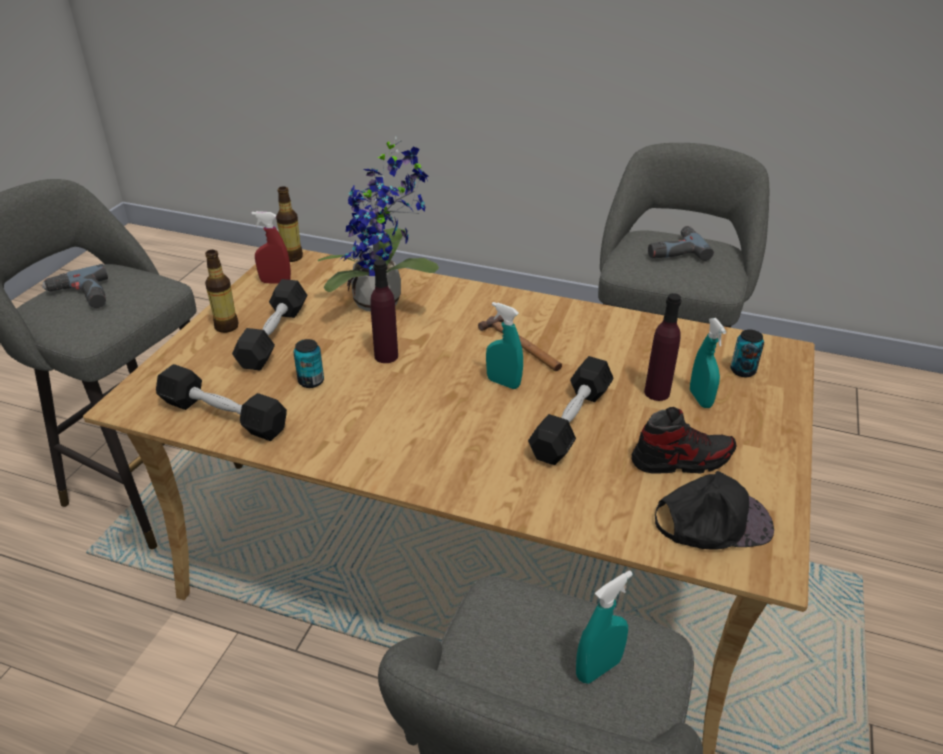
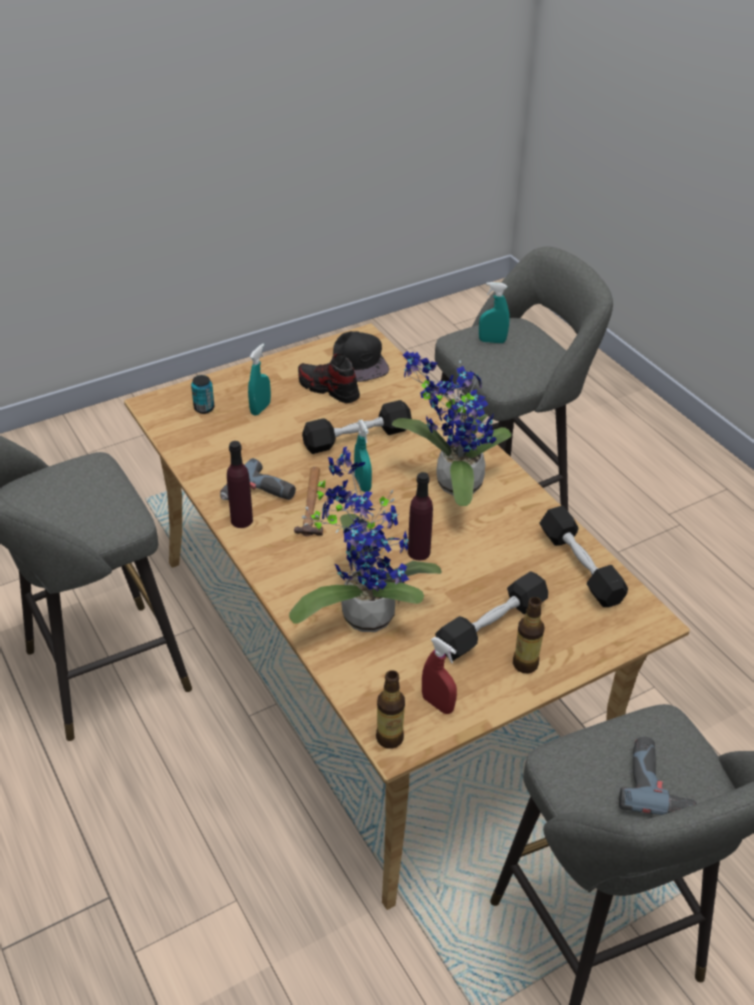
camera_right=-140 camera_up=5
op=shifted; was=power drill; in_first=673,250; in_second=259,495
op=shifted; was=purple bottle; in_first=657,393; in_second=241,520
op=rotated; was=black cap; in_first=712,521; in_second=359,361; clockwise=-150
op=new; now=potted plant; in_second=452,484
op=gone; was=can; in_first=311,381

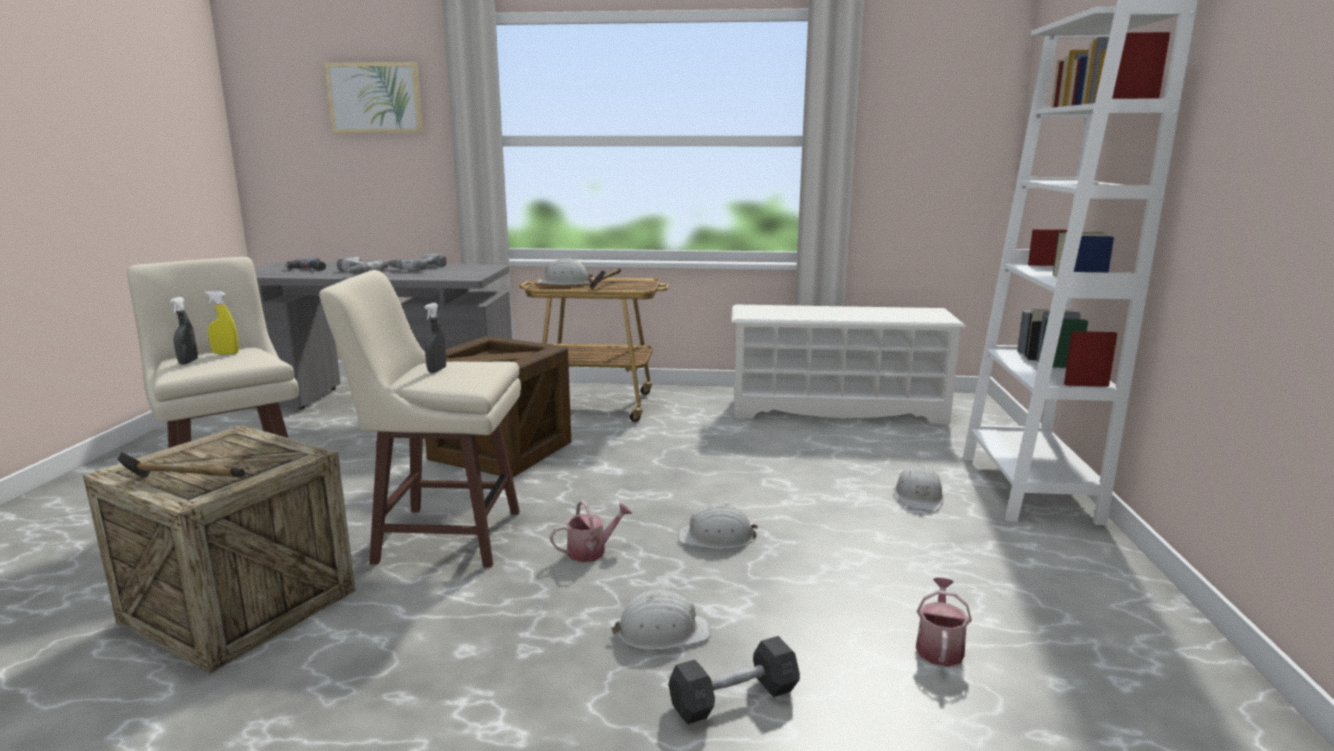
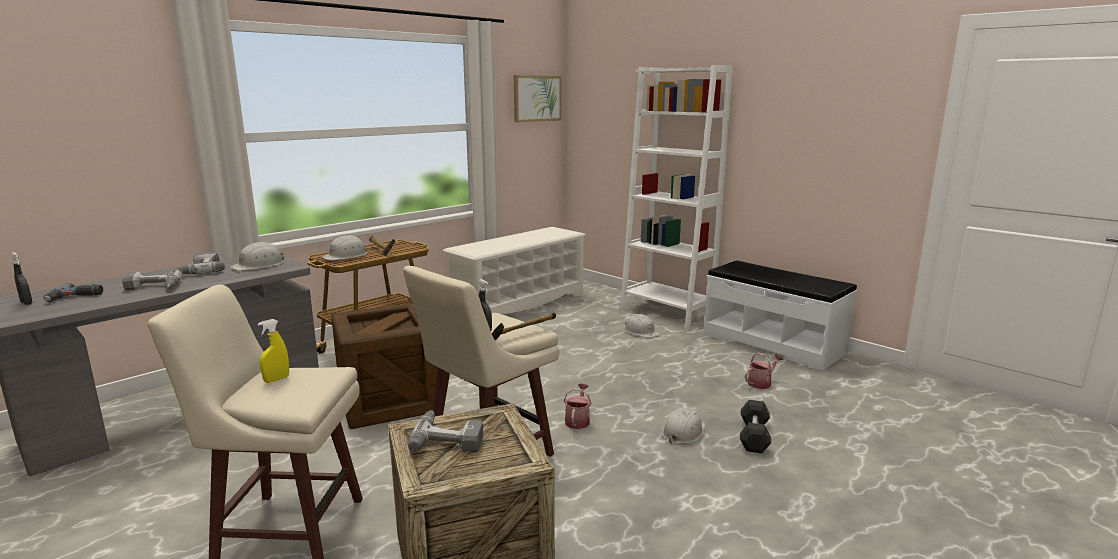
camera_right=-50 camera_up=0
op=shifted; was=grey spray bottle; in_first=188,362; in_second=26,303
op=shifted; was=white hard hat; in_first=716,537; in_second=259,265
op=new; now=power drill; in_second=449,437
op=shifted; was=hammer; in_first=184,482; in_second=523,333
op=shifted; was=picture; in_first=375,98; in_second=537,98
op=new; now=white bench; in_second=773,343
op=rotated; was=watering can; in_first=939,647; in_second=761,383; clockwise=90

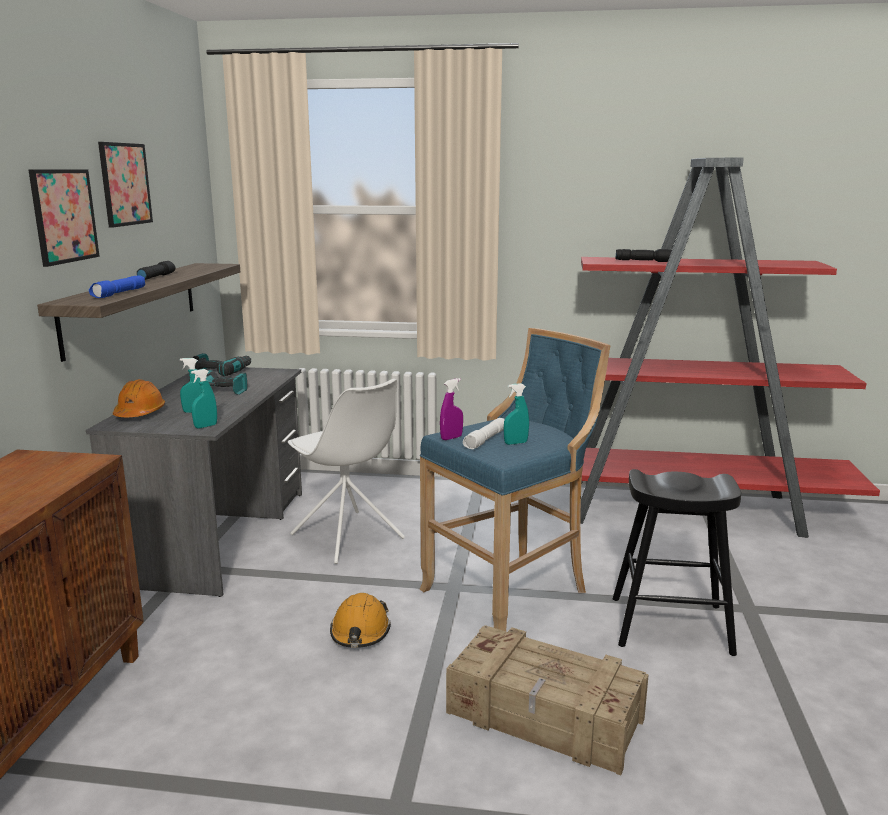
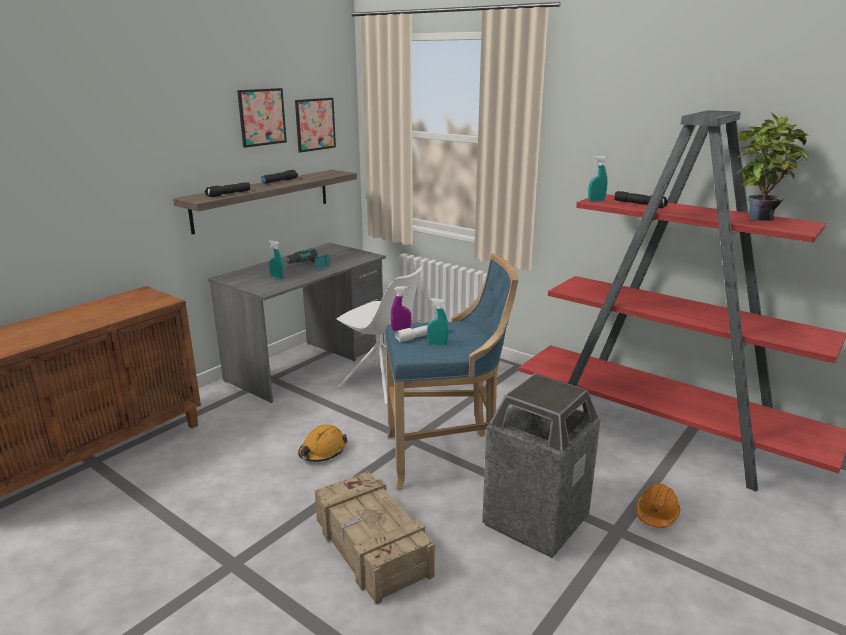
camera_right=30 camera_up=5
op=repainted; was=blue flashlight; now=black flashlight; in_first=120,293; in_second=228,194
op=shifted; was=picture; in_first=64,216; in_second=315,124
op=rotated; was=white chair; in_first=348,537; in_second=381,385; clockwise=-45
op=swapped; was=black stool; now=trash can; in_first=671,625; in_second=535,521
op=shifted; was=turquoise spray bottle; in_first=205,426; in_second=596,201
op=shifted; was=orange hard hat; in_first=139,413; in_second=656,514
op=new; now=potted plant; in_second=757,217
op=gone; was=power drill; in_first=222,371

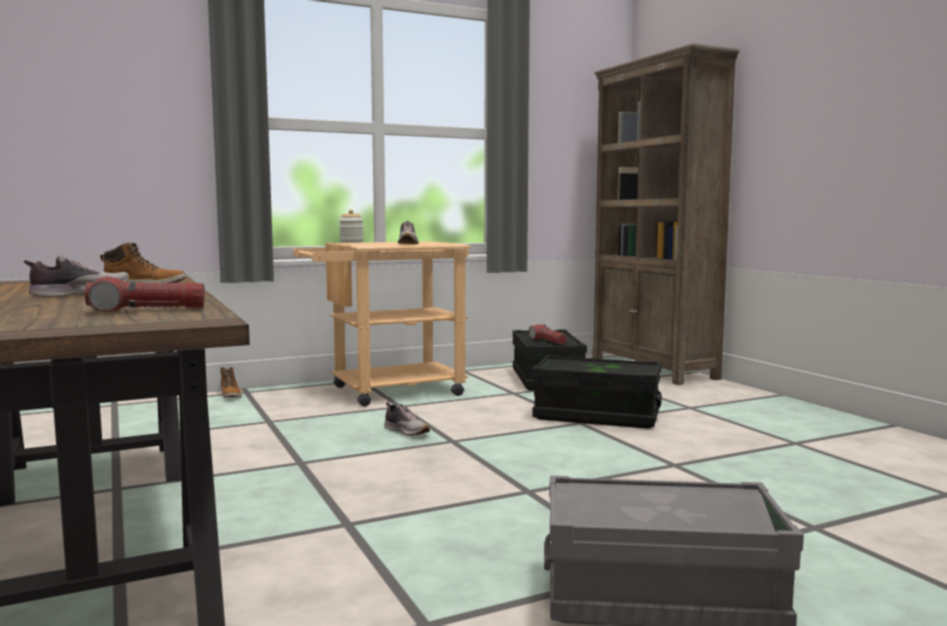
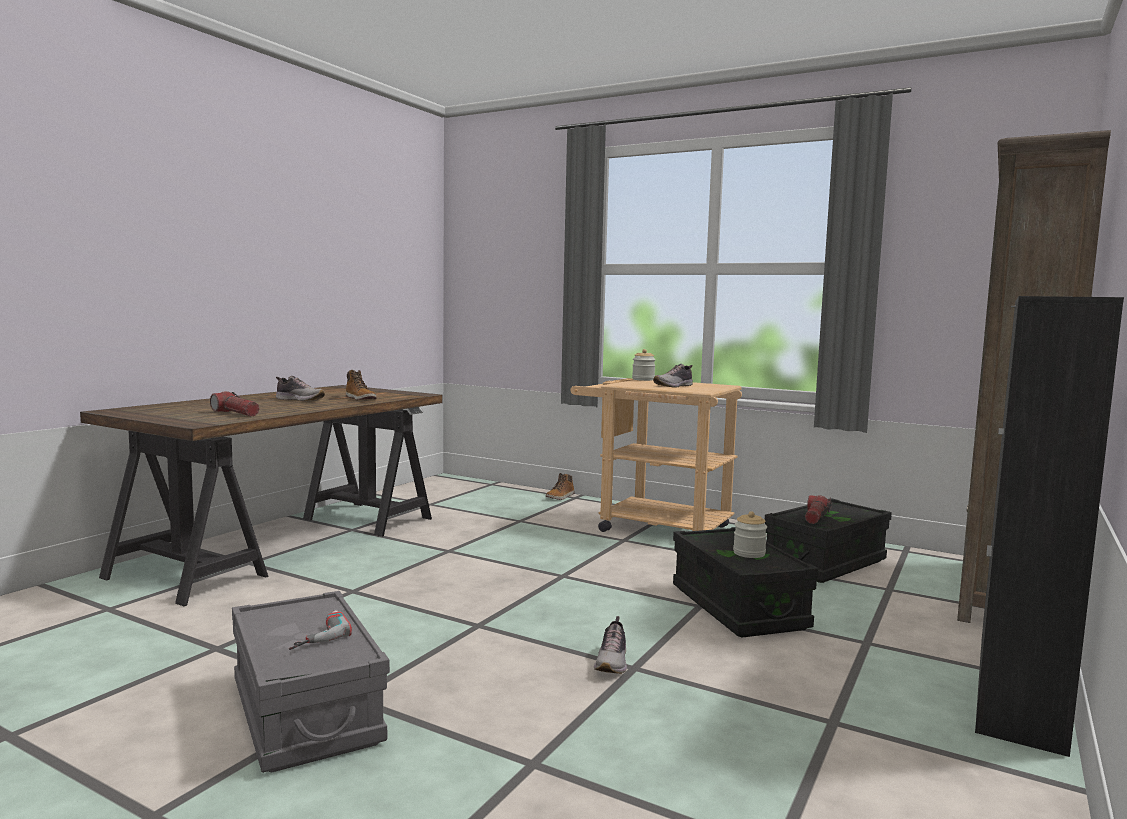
camera_right=55 camera_up=0
op=new; now=power drill; in_second=315,635
op=shifted; was=shoe; in_first=407,431; in_second=612,662
op=new; now=jar; in_second=749,553
op=new; now=black cabinet; in_second=1018,690

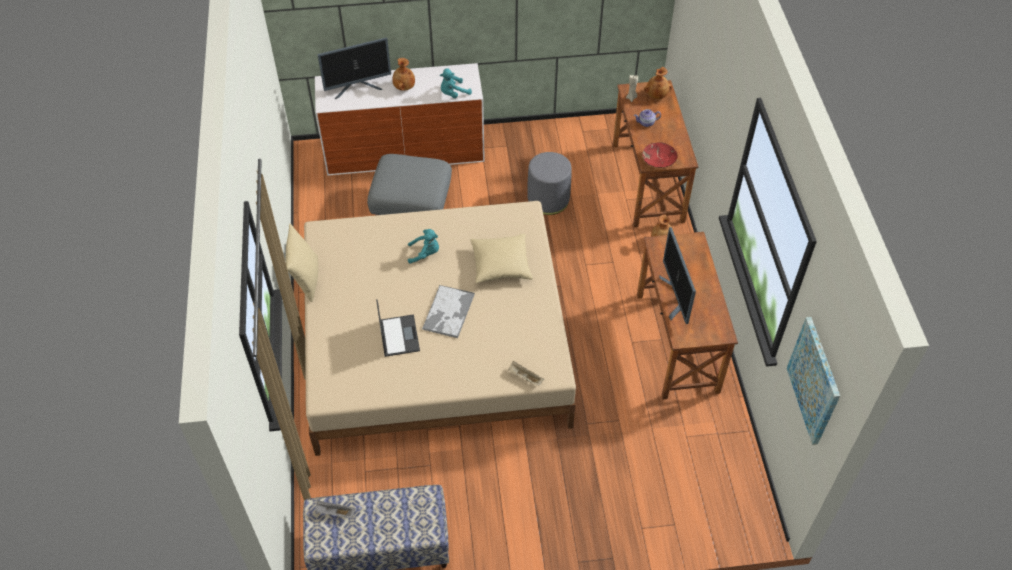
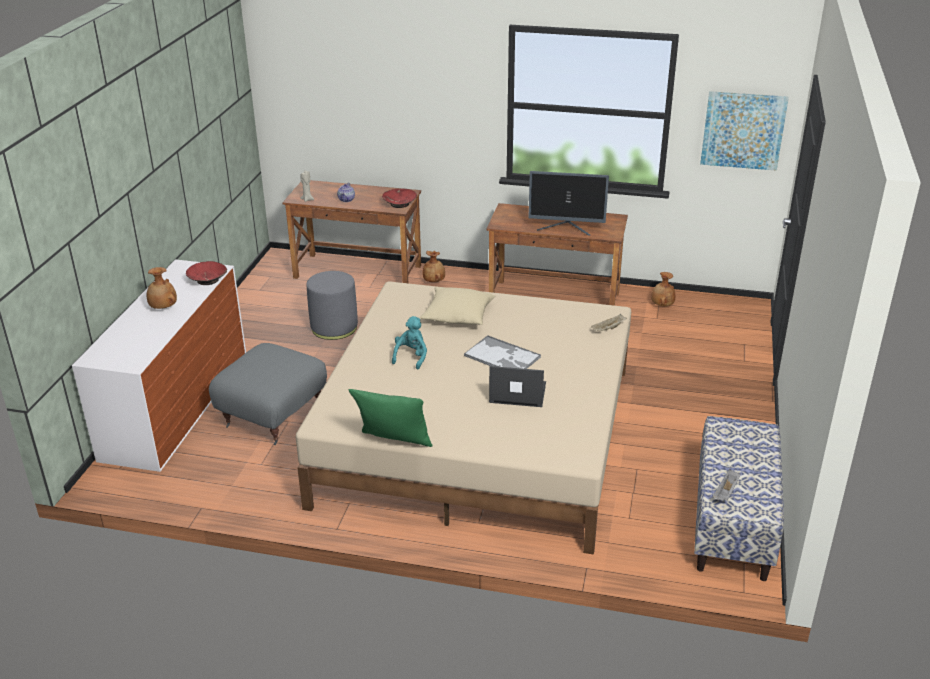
camera_right=-70 camera_up=-20
op=swapped; was=turquoise plush toy; now=red bowl; in_first=453,93; in_second=207,280
op=repainted; was=beige pillow; now=green pillow; in_first=306,279; in_second=393,445
op=shifted; was=brown vase; in_first=656,95; in_second=661,305
op=gone; was=monitor; in_first=358,87

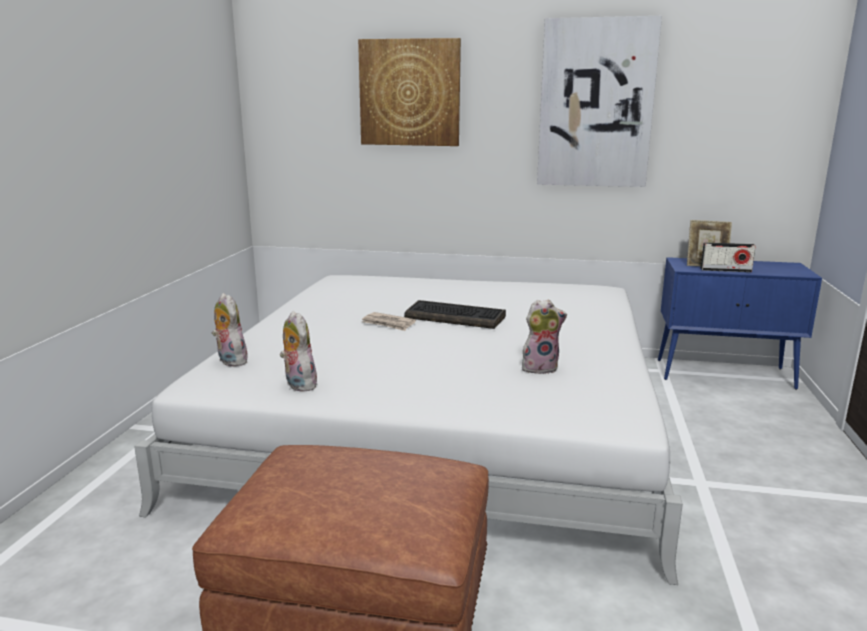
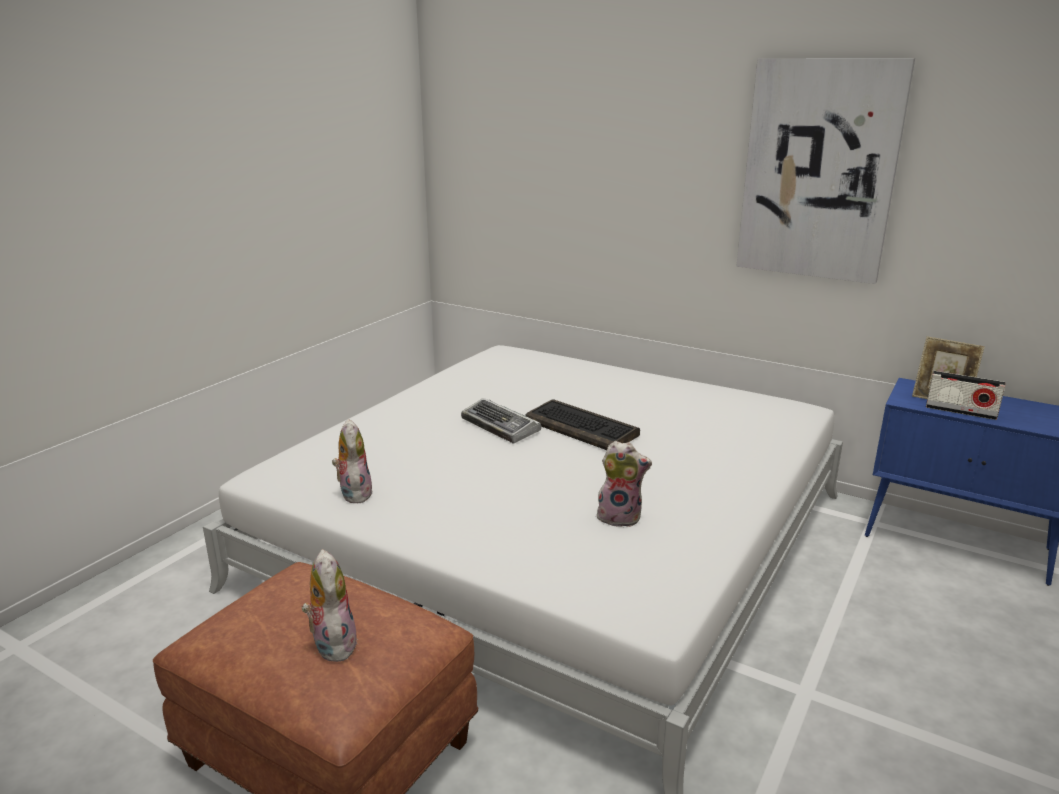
camera_right=20 camera_up=5
op=shifted; was=plush toy; in_first=230,361; in_second=332,643
op=swapped; was=newspaper; now=keyboard; in_first=388,324; in_second=501,426
op=gone; was=picture; in_first=410,93

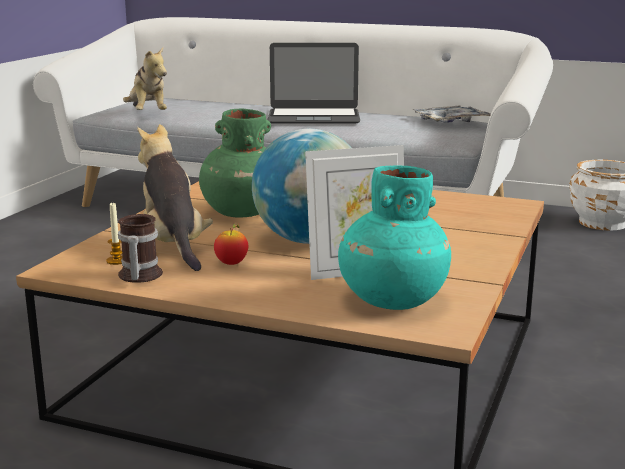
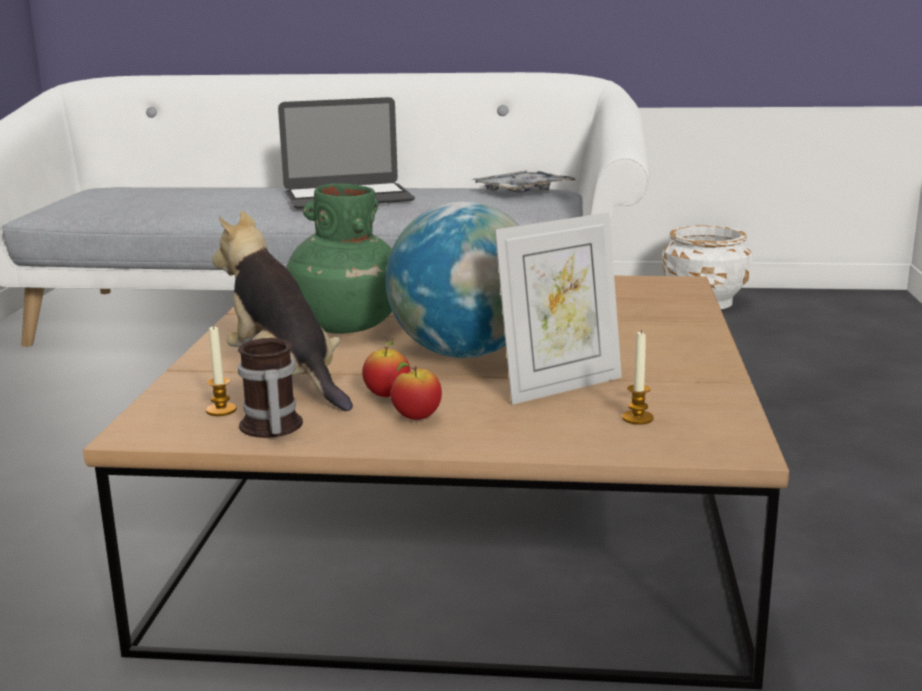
camera_right=-15 camera_up=0
op=new; now=apple; in_second=416,418
op=swapped; was=turquoise vase; now=candle; in_first=392,300; in_second=637,418
op=gone; was=plush toy; in_first=147,114

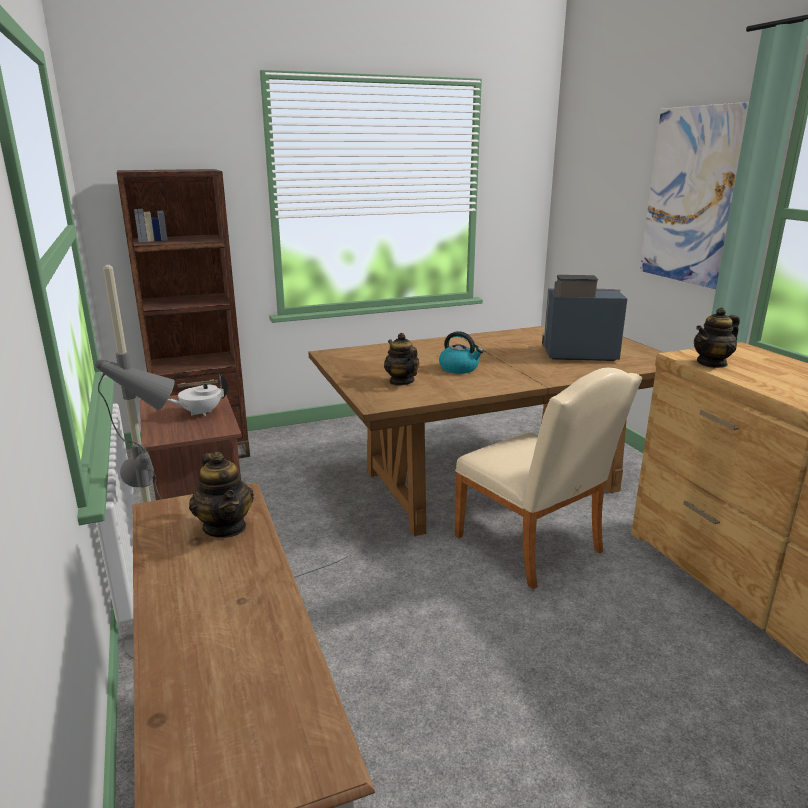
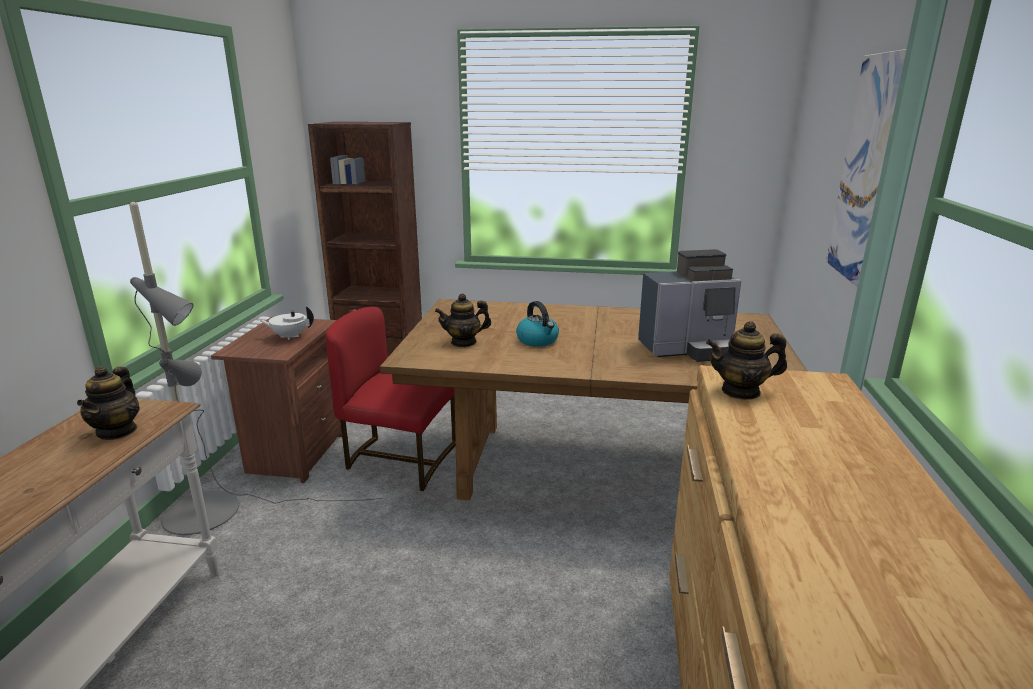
camera_right=30 camera_up=0
op=new; now=red chair; in_second=400,459
op=rotated; was=teapot; in_first=401,381; in_second=464,342; clockwise=-105
op=rotated; was=coffee machine; in_first=576,354; in_second=689,349; clockwise=135
op=gone; was=beige chair; in_first=534,548

